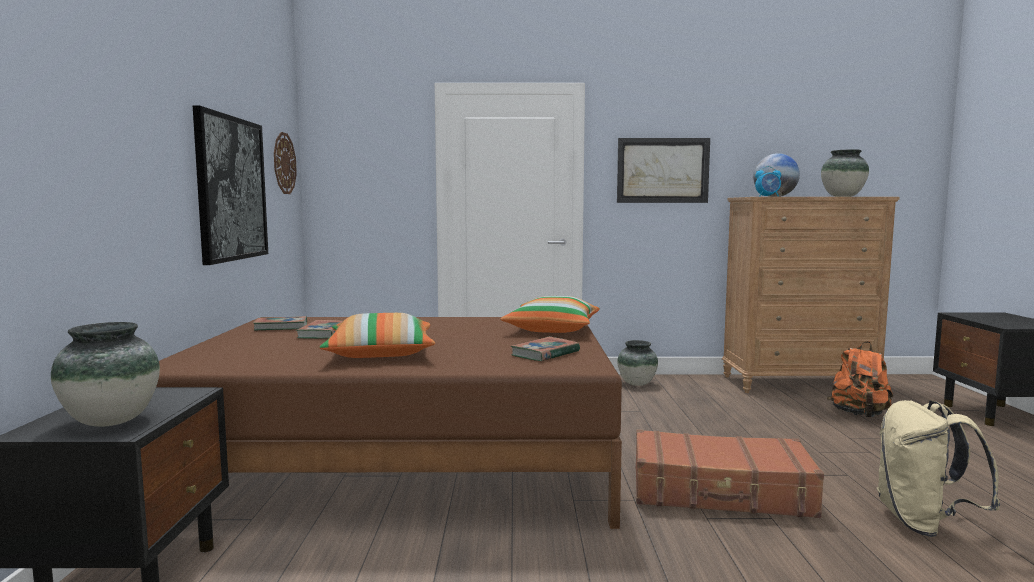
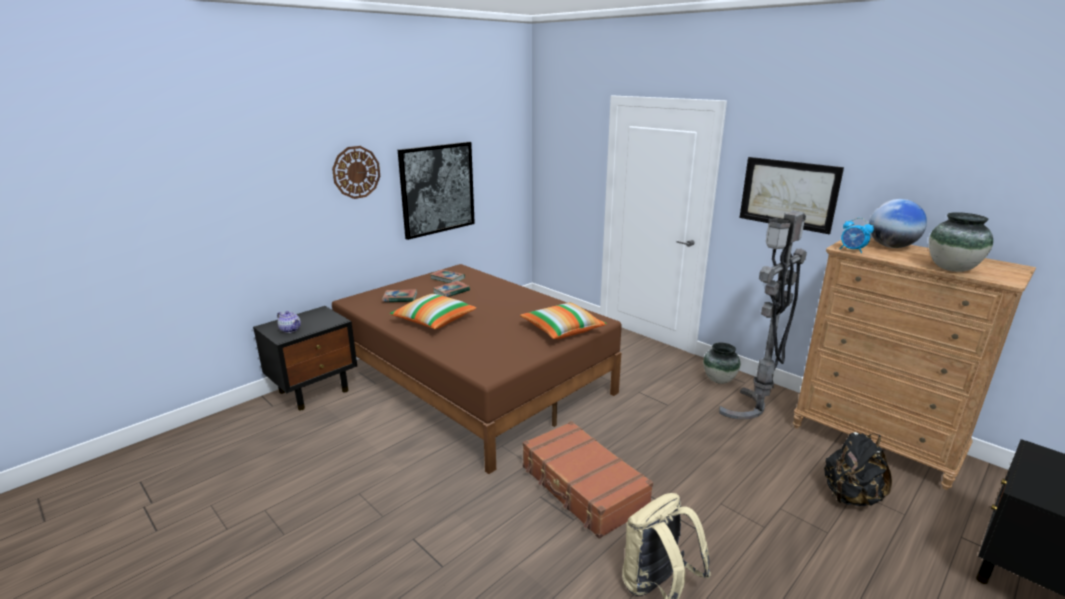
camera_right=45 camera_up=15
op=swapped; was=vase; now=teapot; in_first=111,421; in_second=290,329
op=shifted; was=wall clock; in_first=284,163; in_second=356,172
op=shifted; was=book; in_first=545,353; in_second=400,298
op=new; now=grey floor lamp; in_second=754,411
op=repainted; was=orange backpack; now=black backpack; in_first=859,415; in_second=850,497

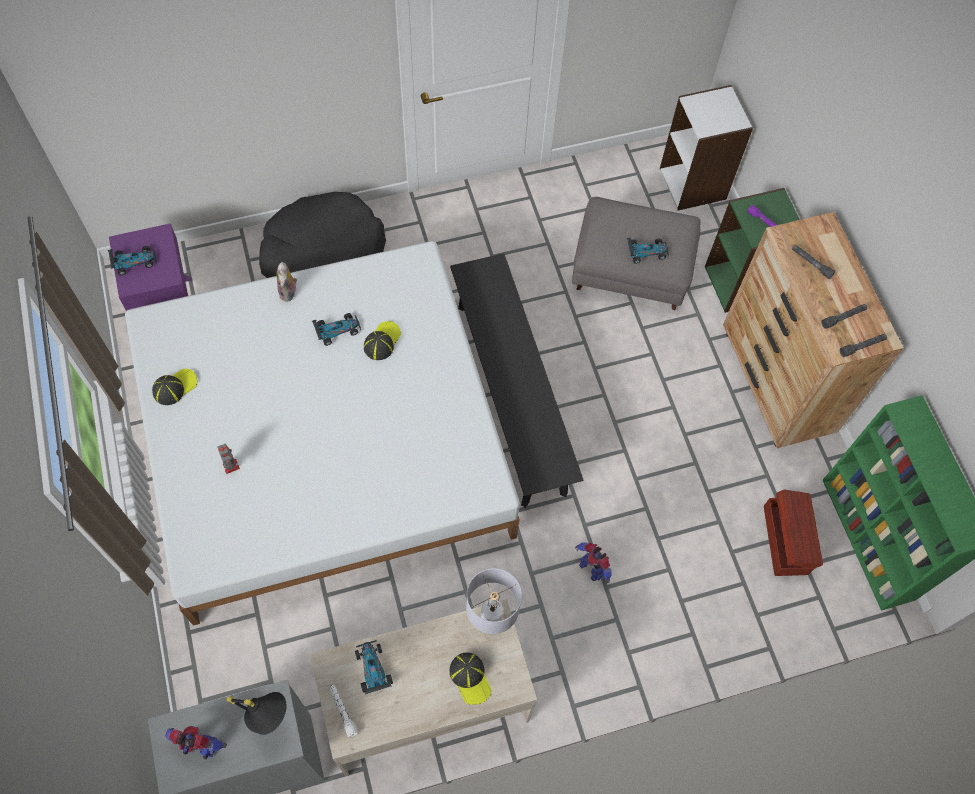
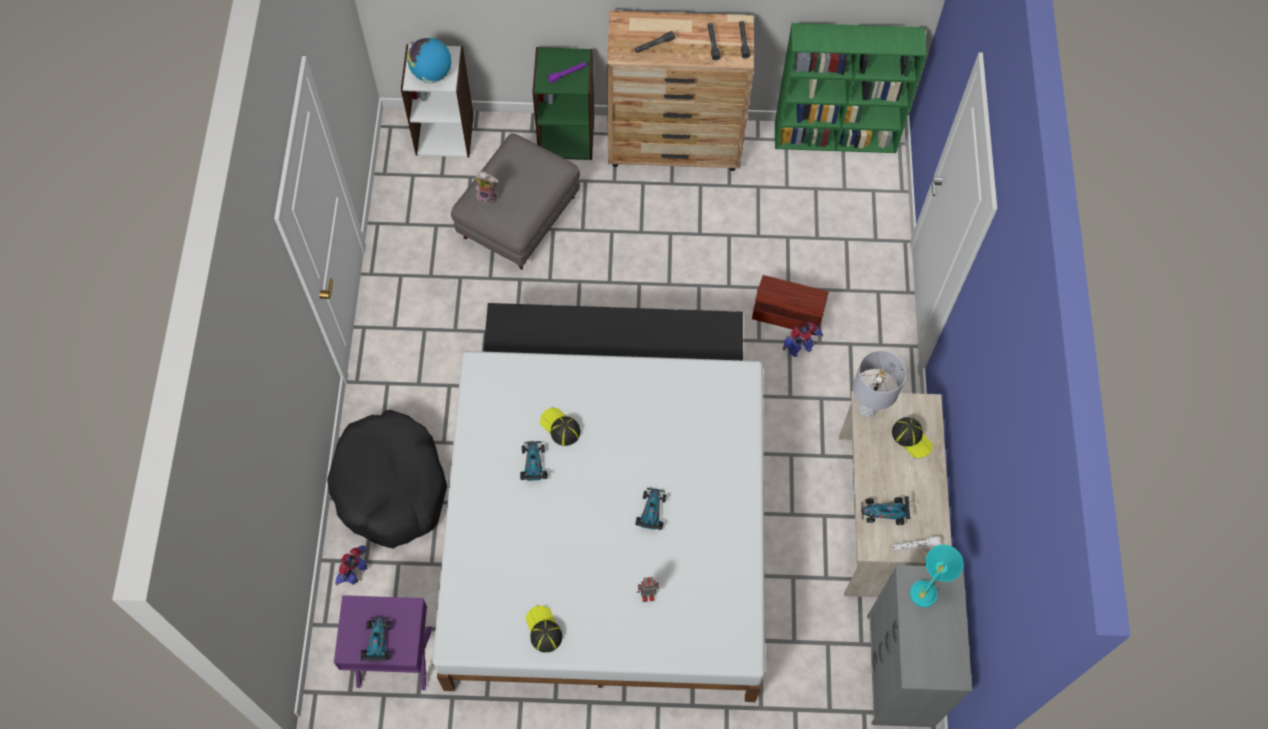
camera_right=-70 camera_up=0
op=shifted; was=toy robot; in_first=201,746; in_second=356,572
op=new; now=globe; in_second=432,73
op=shifted; was=plush toy; in_first=289,292; in_second=488,196
op=shifted; was=toy car; in_first=646,252; in_second=651,512
op=shifted; was=brown storage box; in_first=786,539; in_second=787,313
op=rotated; was=cap; in_first=470,678; in_second=912,438; clockwise=60
op=repainted; was=black table lamp; now=turquoise table lamp; in_first=271,721; in_second=929,586

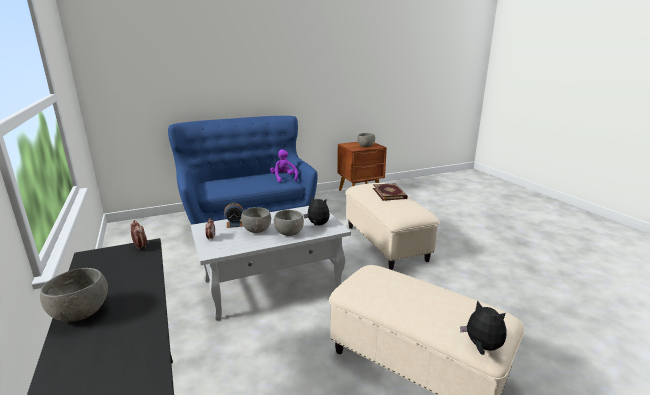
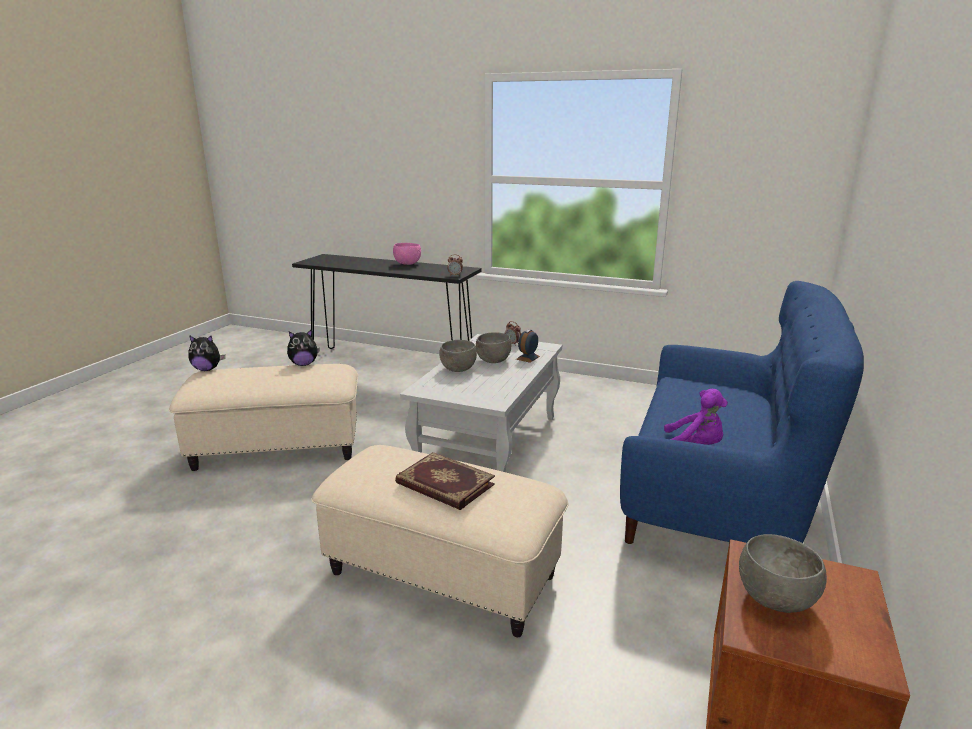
camera_right=135 camera_up=0
op=shifted; was=plush toy; in_first=317,225; in_second=304,364
op=repainted; was=grey bowl; now=pink bowl; in_first=81,313; in_second=408,264

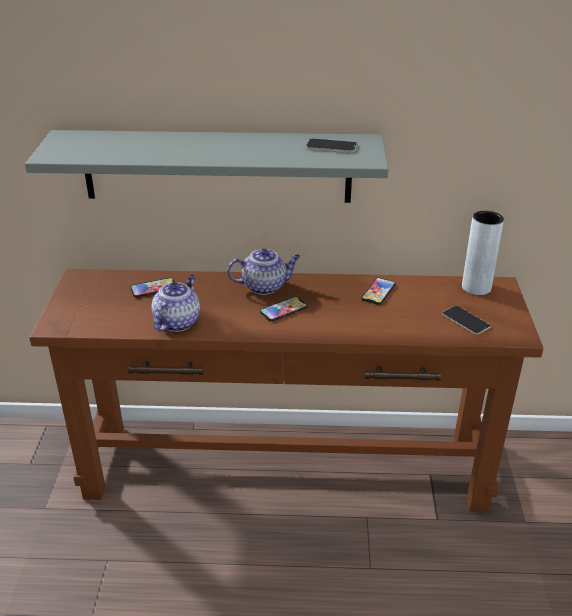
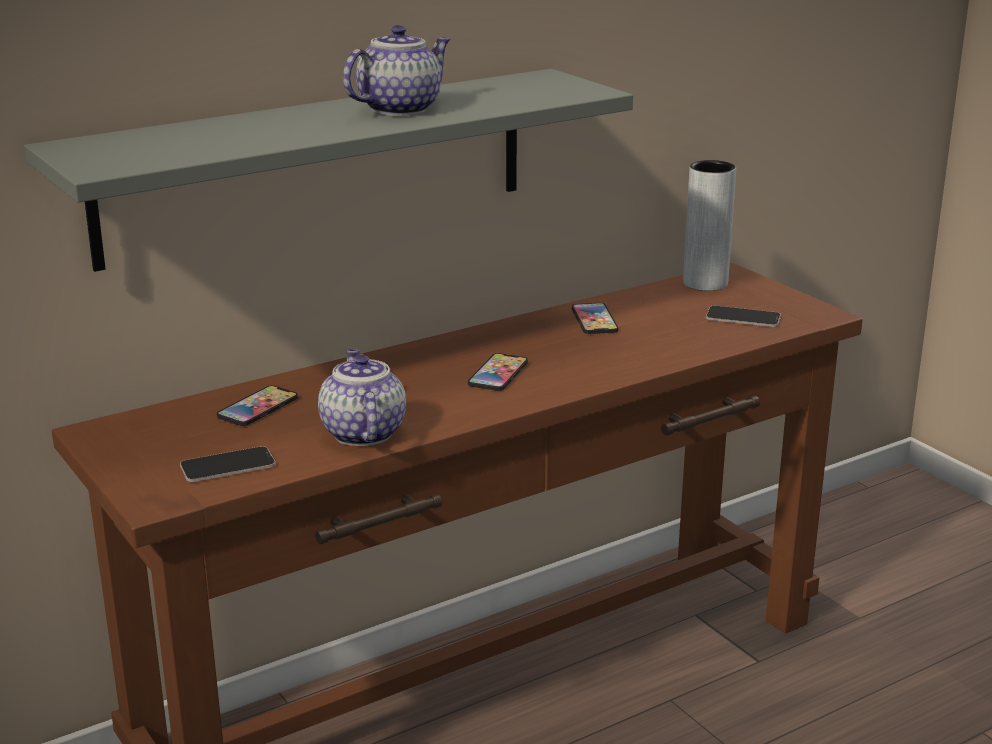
camera_right=-35 camera_up=-10
op=shifted; was=phone; in_first=331,146; in_second=228,466
op=shifted; was=teapot; in_first=265,286; in_second=400,108

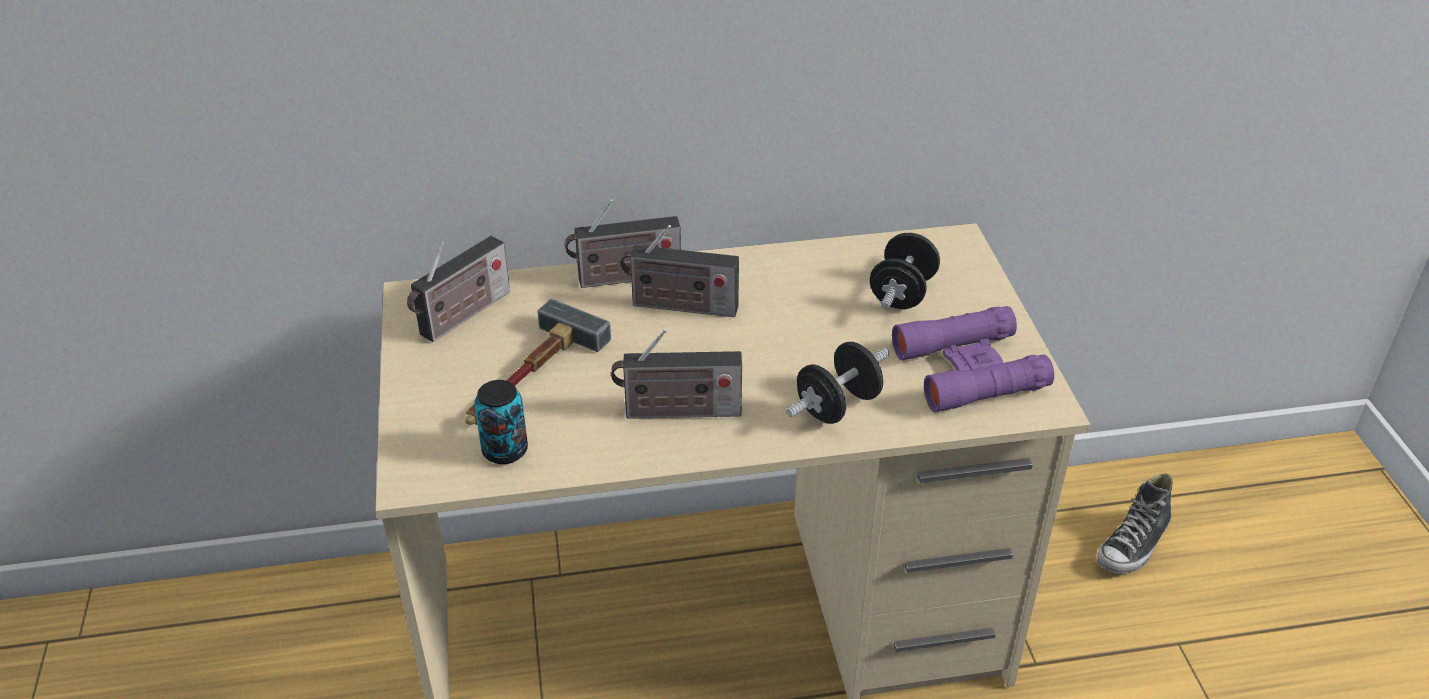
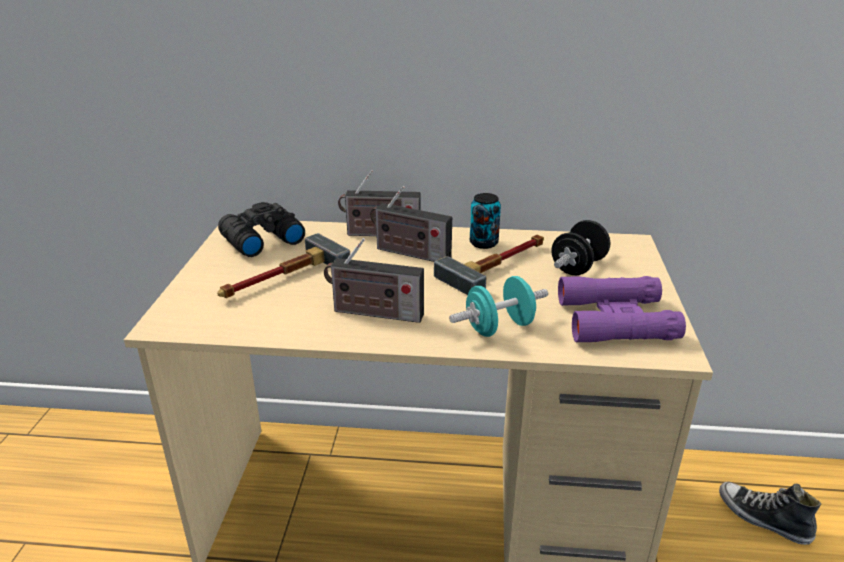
camera_right=15 camera_up=-10
op=swapped; was=radio; now=black binoculars; in_first=463,316; in_second=260,240
op=new; now=hammer; in_second=499,265
op=repainted; was=black dumbbell; now=turquoise dumbbell; in_first=838,406; in_second=499,327
op=shifted; was=can; in_first=505,450; in_second=483,243
op=rotated; was=shoe; in_first=1133,545; in_second=762,518; clockwise=75

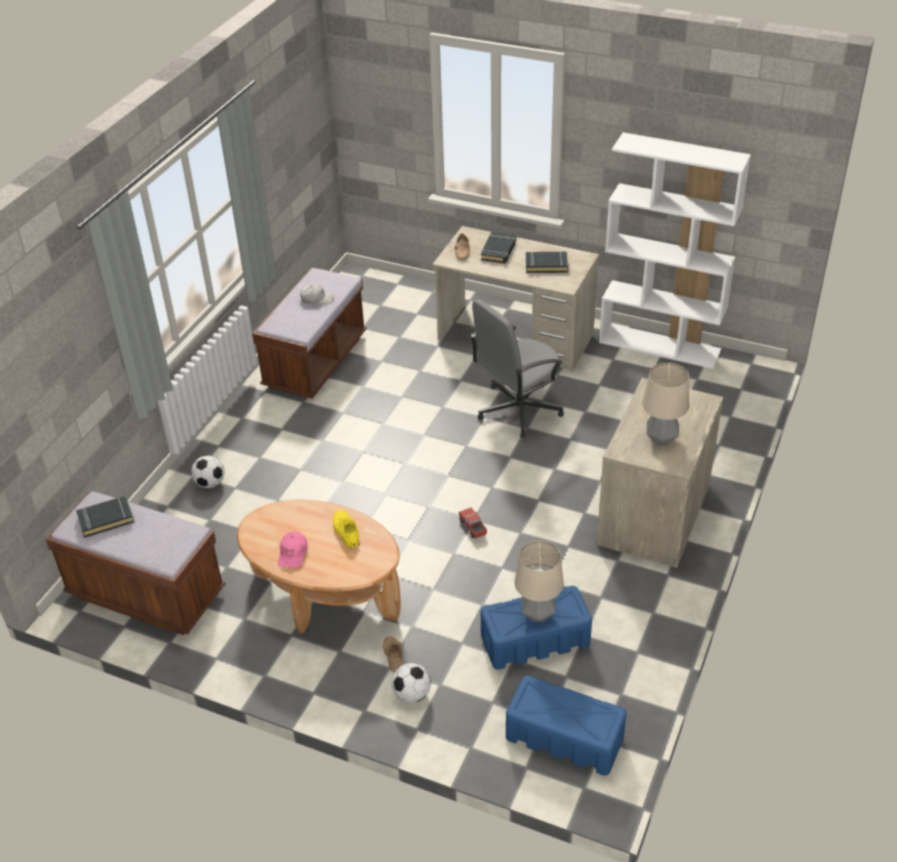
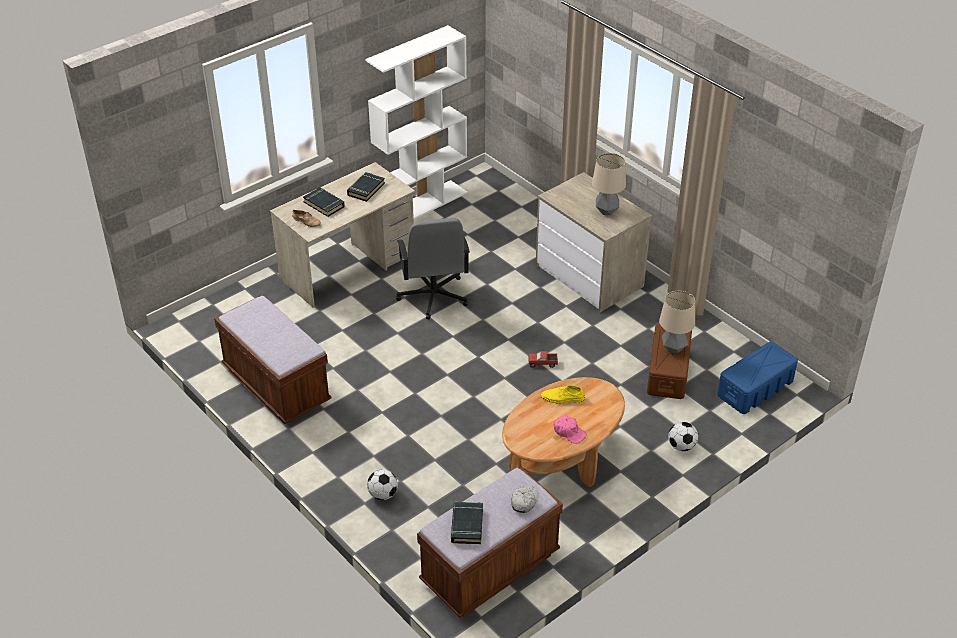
camera_right=-65 camera_up=0
op=shifted; was=white cap; in_first=316,299; in_second=524,501
op=repainted; was=blue storage box; now=brown storage box; in_first=534,641; in_second=668,372
op=gone; was=beige shoe; in_first=393,656

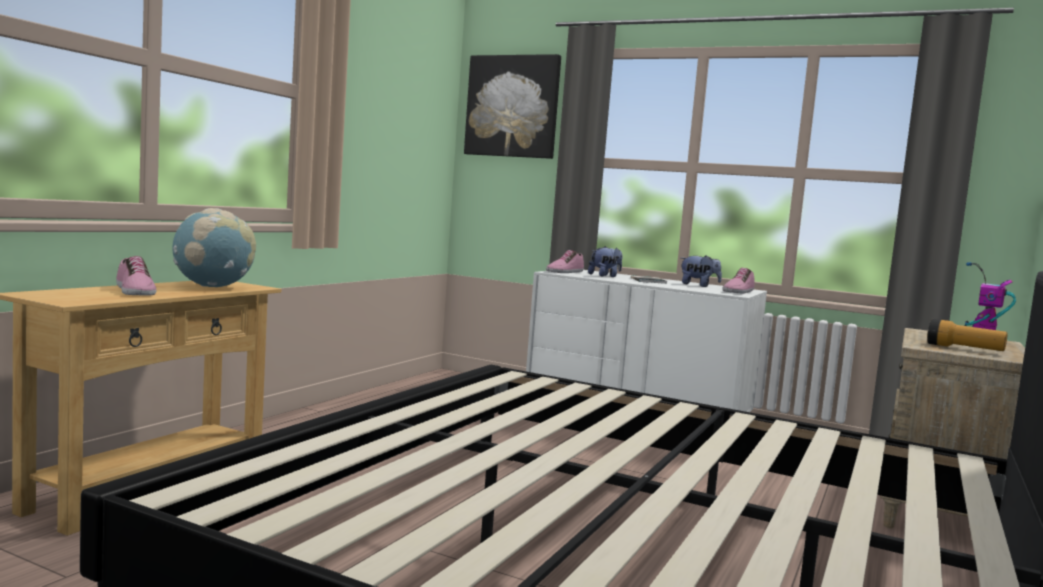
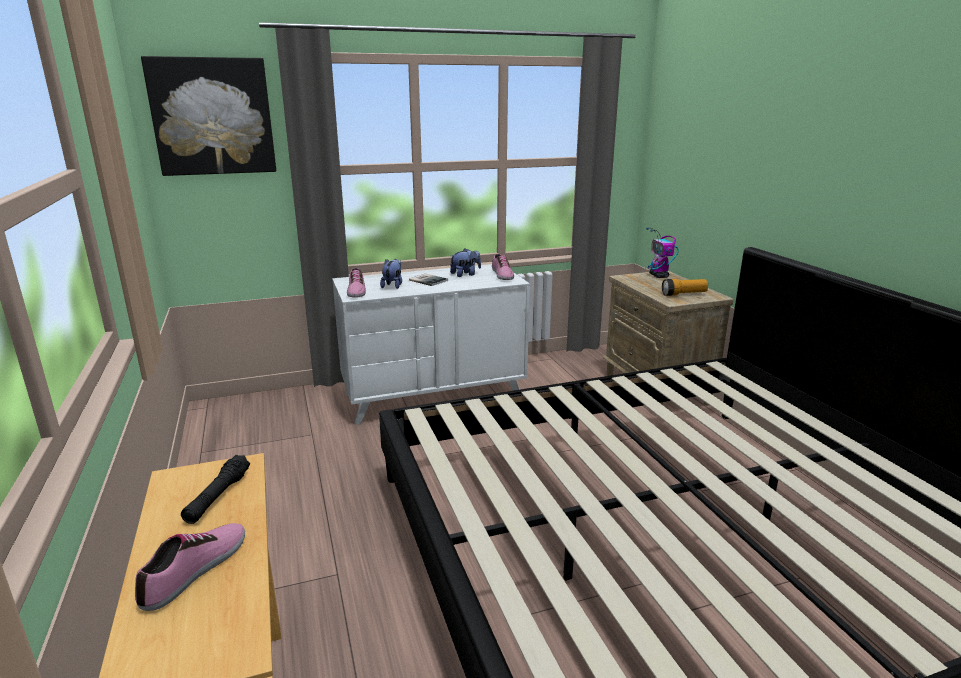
camera_right=-45 camera_up=15
op=rotated; was=shoe; in_first=133,291; in_second=196,570; clockwise=-75
op=swapped; was=globe; now=black flashlight; in_first=213,287; in_second=218,497

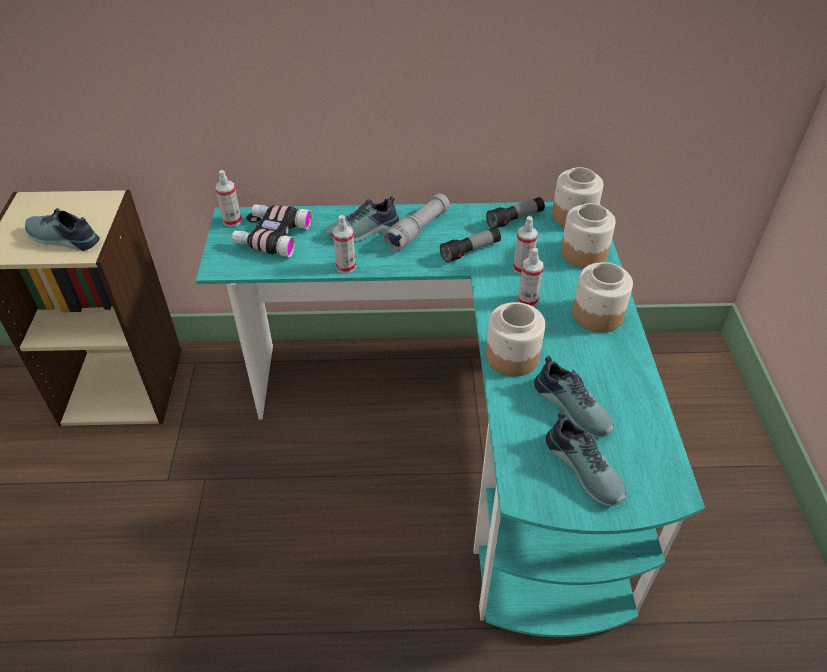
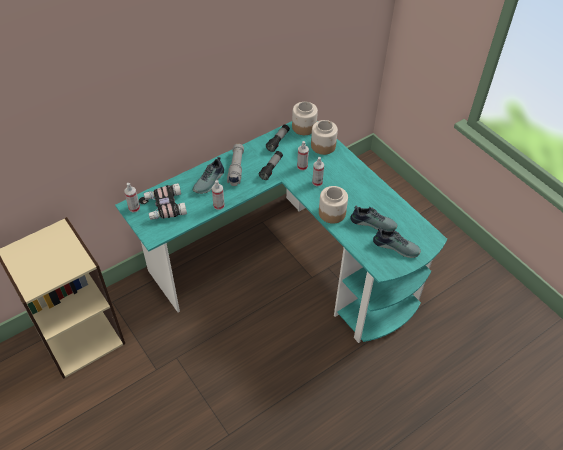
camera_right=-35 camera_up=5
op=gone; was=shoe; in_first=62,239
op=gone; was=jar; in_first=596,315

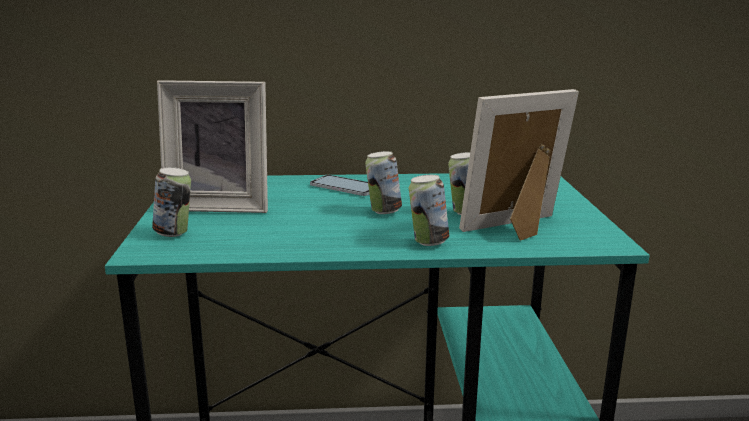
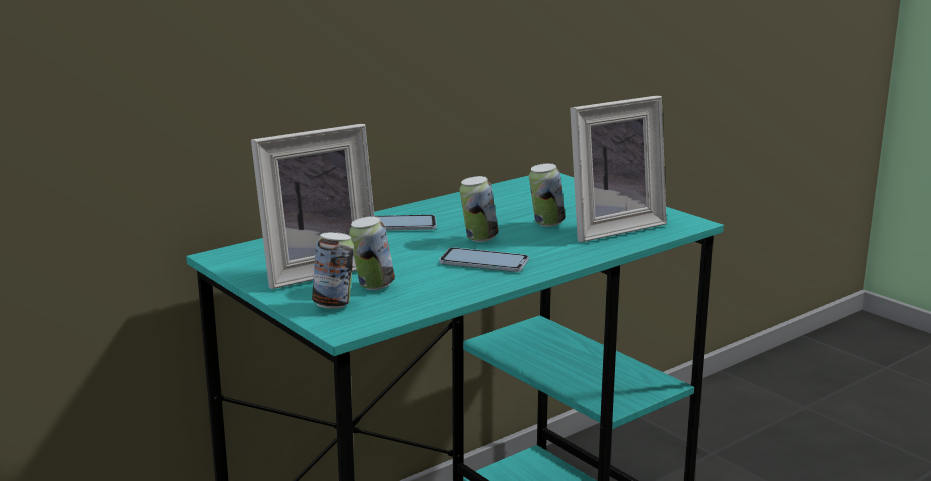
camera_right=-35 camera_up=0
op=shifted; was=can; in_first=428,242; in_second=373,286
op=new; now=phone; in_second=484,262
op=rotated; was=picture frame; in_first=519,229; in_second=610,227; clockwise=-150

